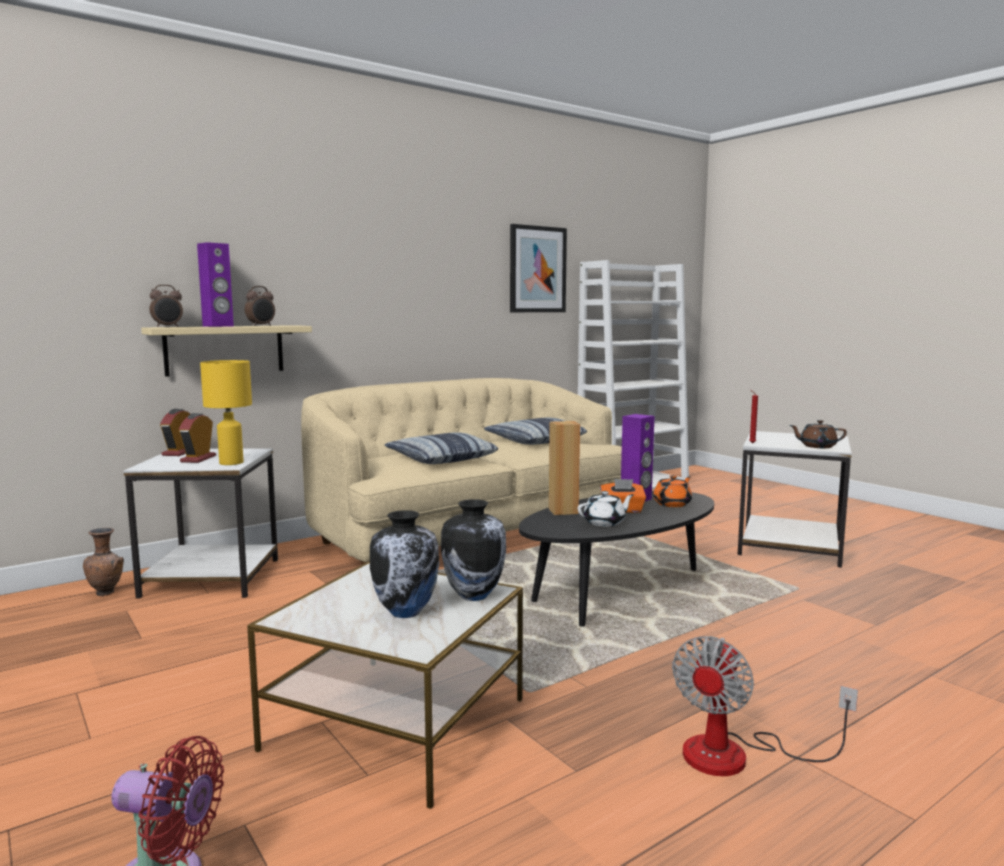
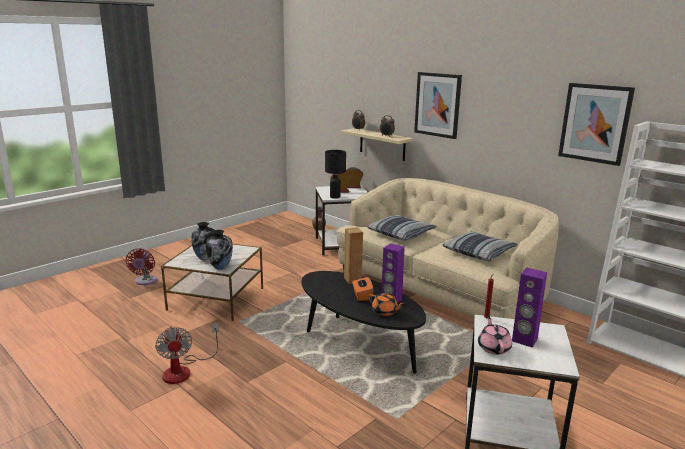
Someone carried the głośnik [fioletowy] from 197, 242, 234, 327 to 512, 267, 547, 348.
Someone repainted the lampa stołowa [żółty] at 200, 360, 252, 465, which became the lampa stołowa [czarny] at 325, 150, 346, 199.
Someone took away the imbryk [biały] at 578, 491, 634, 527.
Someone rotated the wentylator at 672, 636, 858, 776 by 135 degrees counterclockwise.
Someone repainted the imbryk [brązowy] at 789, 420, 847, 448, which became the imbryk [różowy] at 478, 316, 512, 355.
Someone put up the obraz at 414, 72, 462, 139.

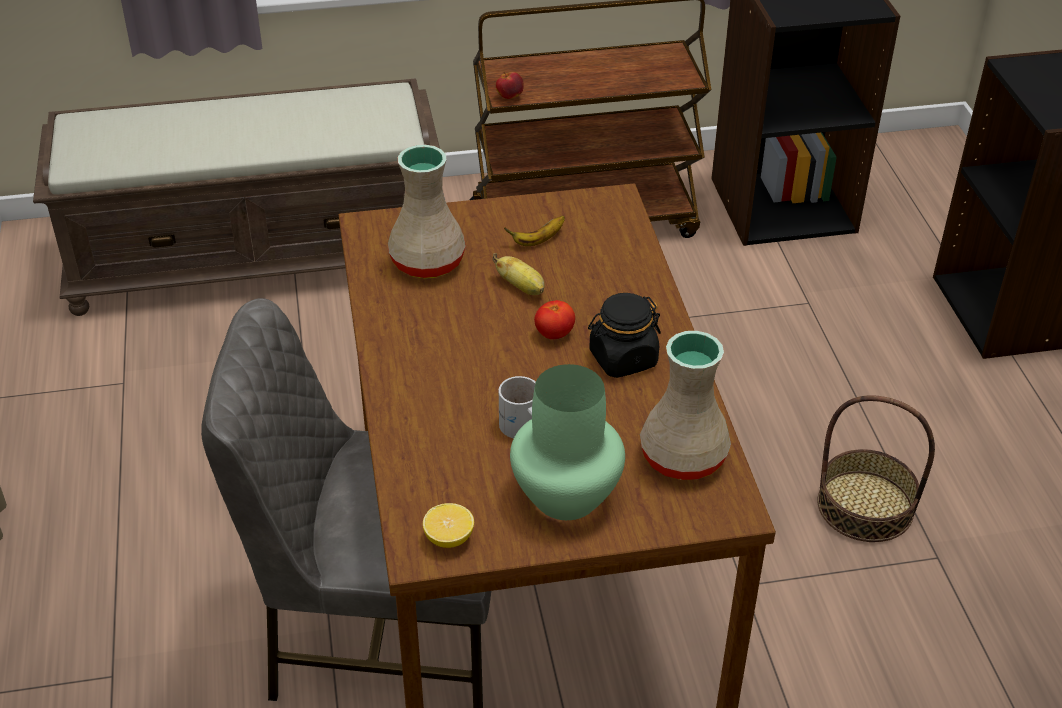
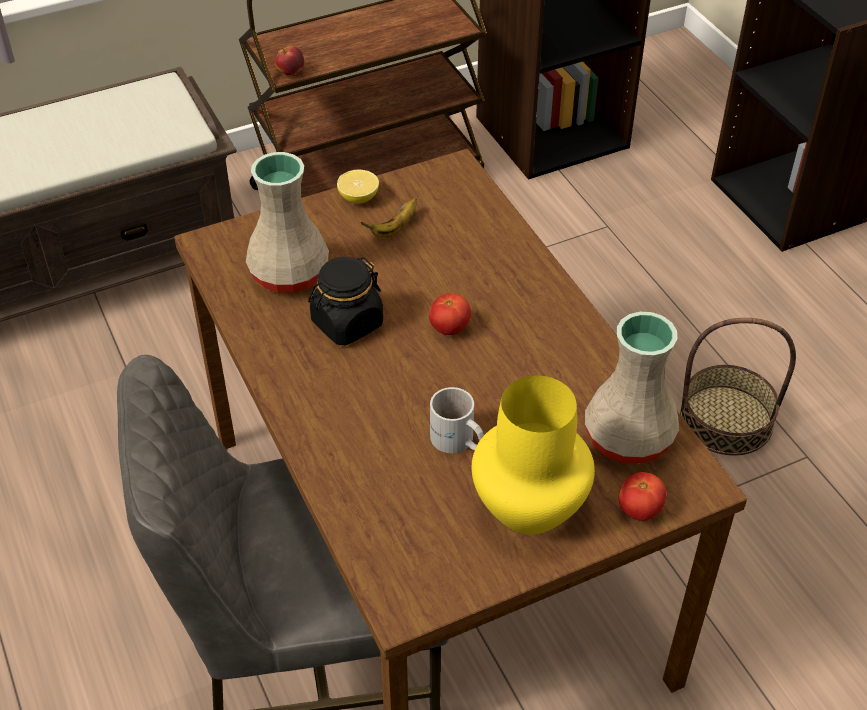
Someone carried the cytryna from 423, 503, 474, 548 to 337, 170, 379, 204.
Someone took away the banan at 492, 253, 545, 295.
Someone repainted the wazon [zielony] at 510, 364, 625, 520, which became the wazon [żółty] at 472, 376, 595, 534.
Someone carried the słoik [czarny] from 588, 293, 661, 378 to 308, 257, 383, 345.
Someone put down the pomidor at 619, 472, 667, 521.

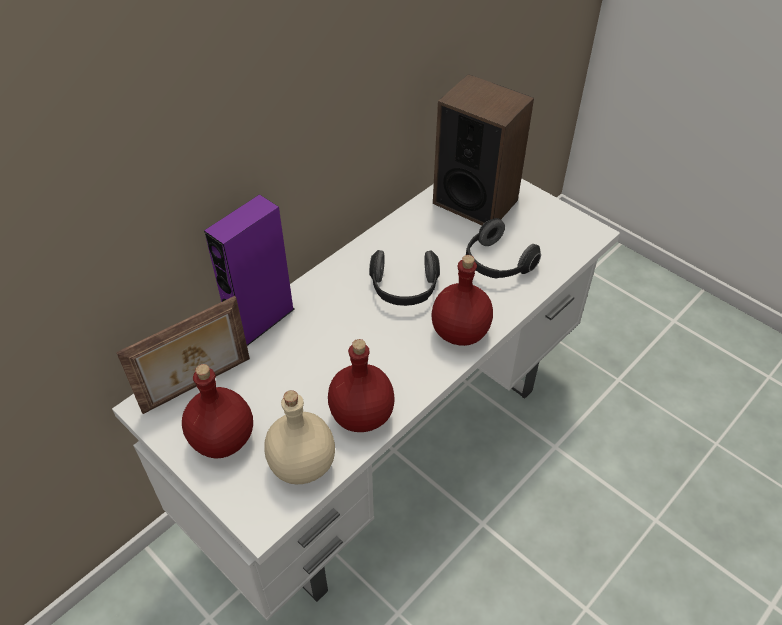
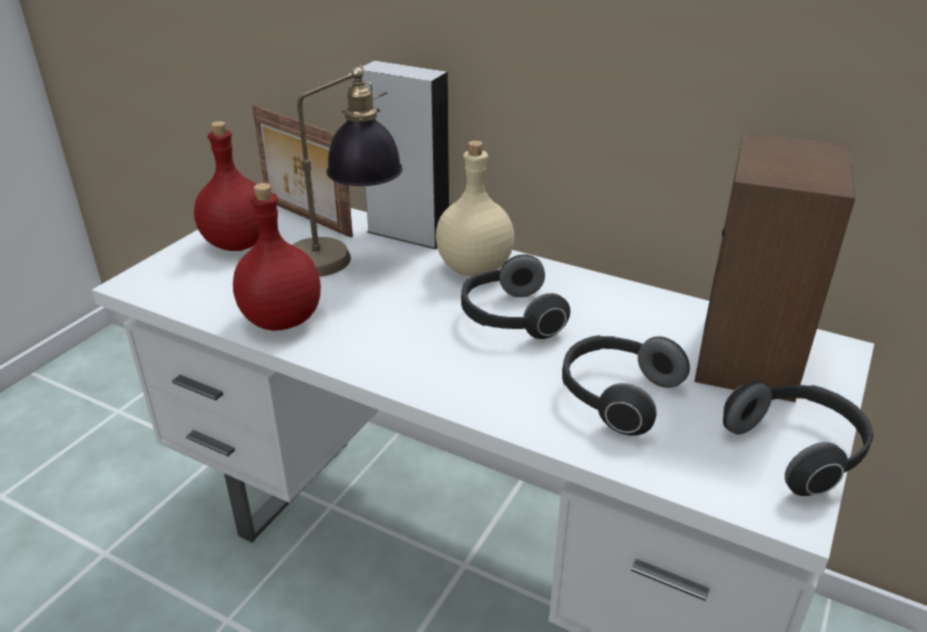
Someone repainted the głośnik [fioletowy] at 204, 194, 295, 346, which became the głośnik [szary] at 362, 61, 449, 250.
Someone carried the butelka [beżowy] from 264, 390, 335, 484 to 436, 140, 514, 277.
Someone took away the butelka [czerwony] at 431, 255, 493, 346.
Someone put down the lampa stołowa at 292, 65, 403, 277.
Someone put down the słuchawki at 723, 381, 873, 496.

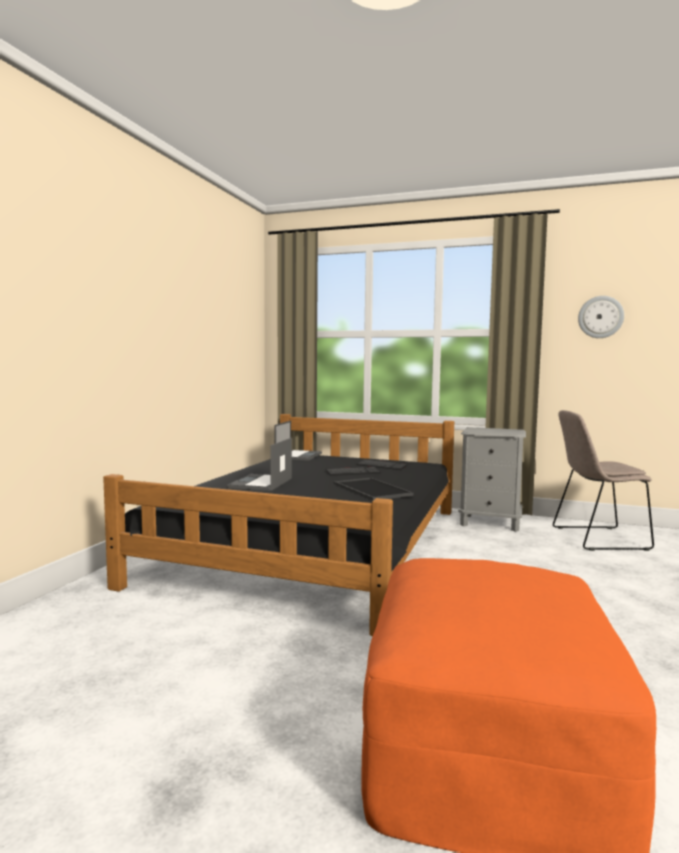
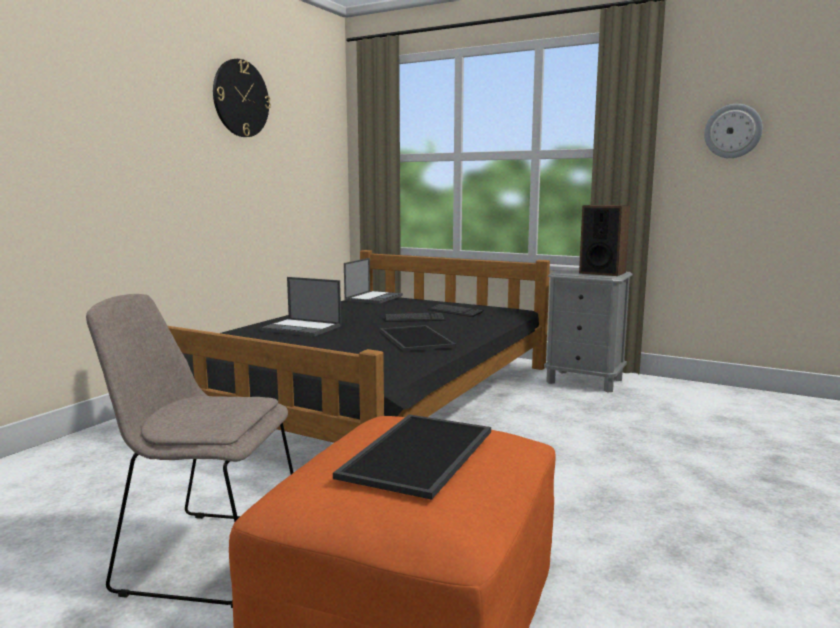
Someone rotated the laptop at 227, 438, 292, 491 by 90 degrees counterclockwise.
Someone carried the krzesło [beżowy] from 553, 410, 654, 551 to 86, 294, 294, 608.
Someone put up the zegar ścienny at 213, 59, 271, 137.
Someone put down the taca at 333, 415, 491, 500.
Someone put down the głośnik at 579, 205, 630, 276.

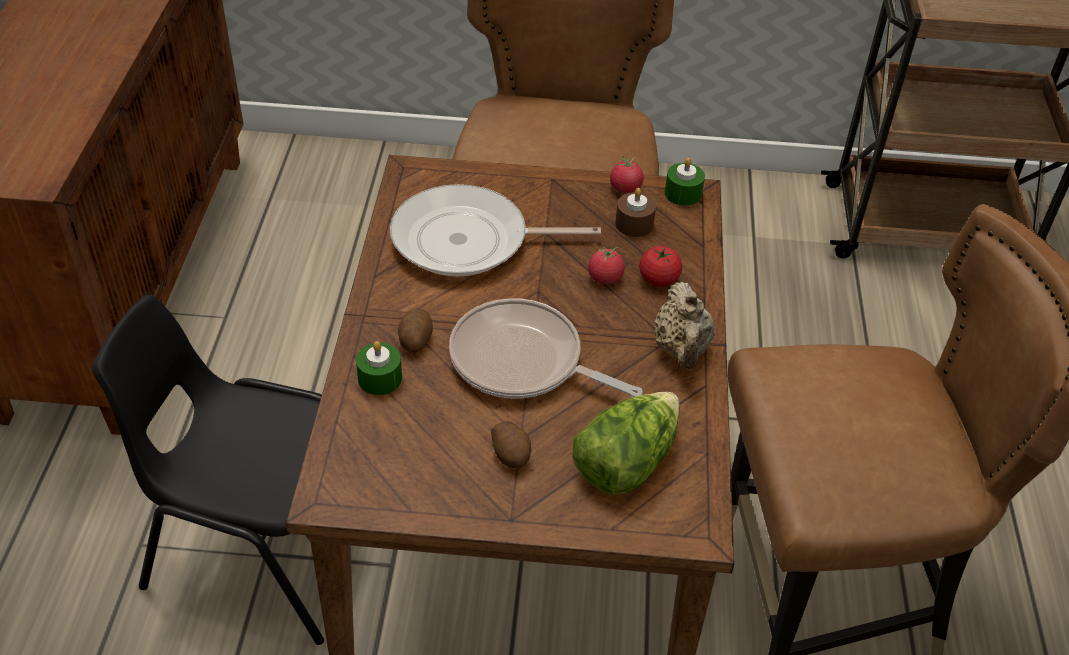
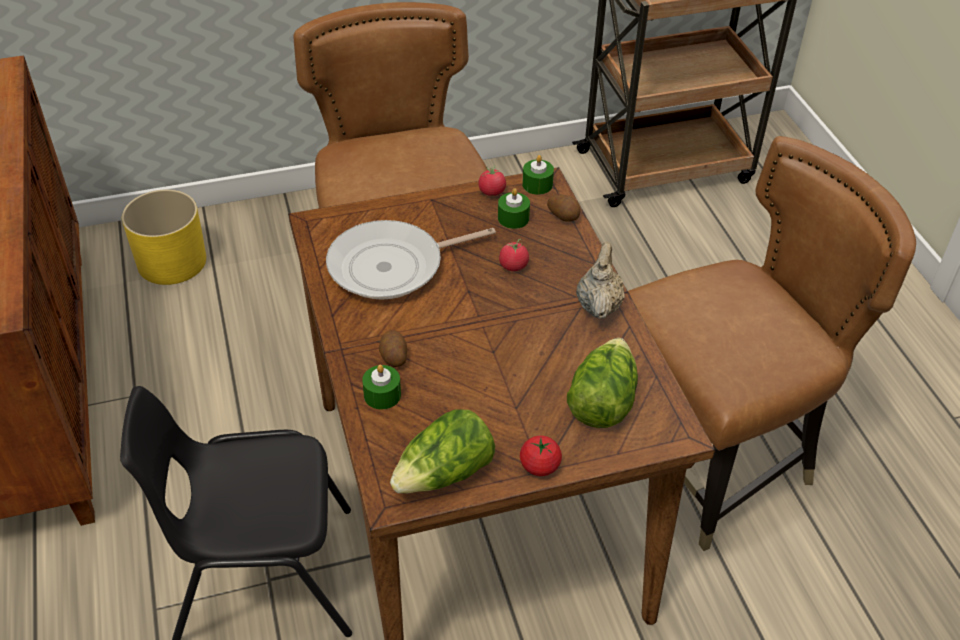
Someone took away the patelnia at 449, 298, 643, 399.
Someone carried the ziemniak from 491, 421, 531, 468 to 547, 194, 580, 222.
Someone repainted the świeca [brązowy] at 615, 188, 656, 237, which became the świeca [zielony] at 498, 188, 530, 229.
Someone carried the pomidor from 639, 246, 682, 287 to 520, 436, 562, 476.
Someone rotated the imbryk [beżowy] at 654, 282, 715, 369 by 150 degrees counterclockwise.
Someone put down the donica [żółty] at 122, 189, 206, 285.
Someone put down the sałata at 390, 409, 495, 494.

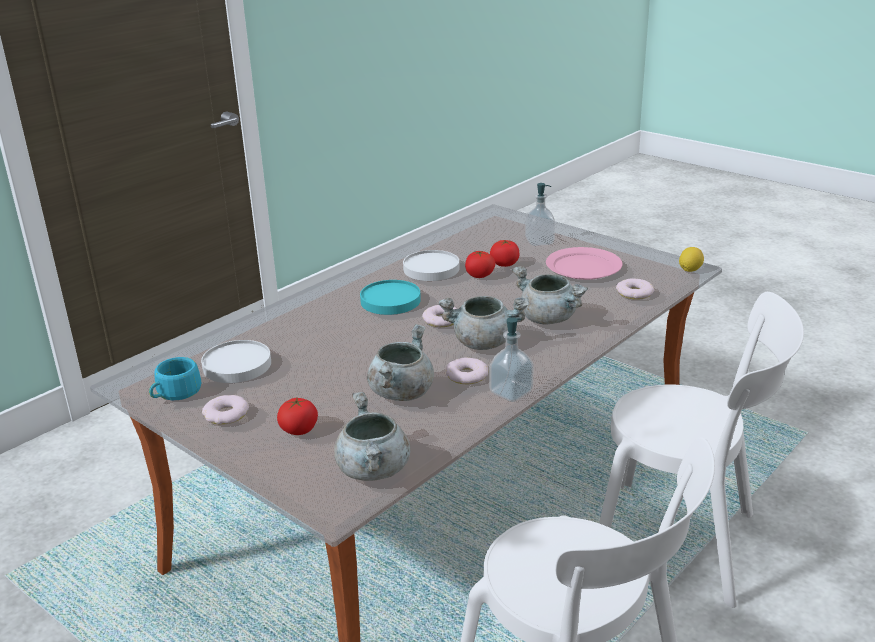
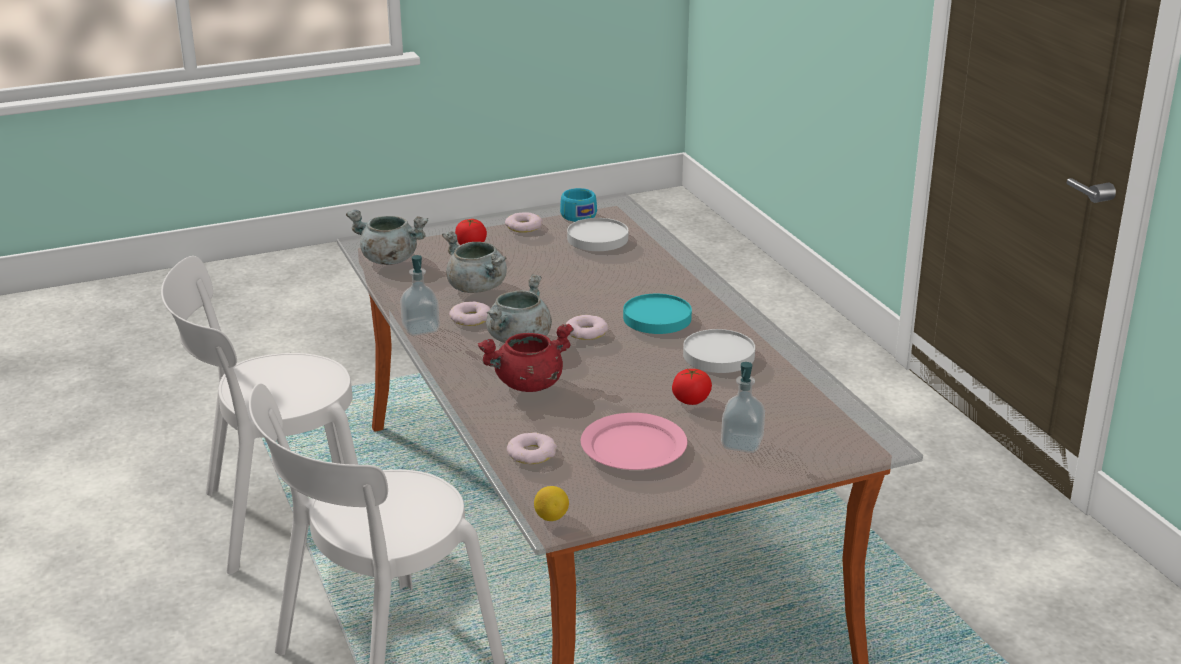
Someone took away the pomidor at 465, 251, 495, 278.
Someone repainted the garnek [szary] at 512, 266, 588, 325, which became the garnek [czerwony] at 477, 323, 574, 392.

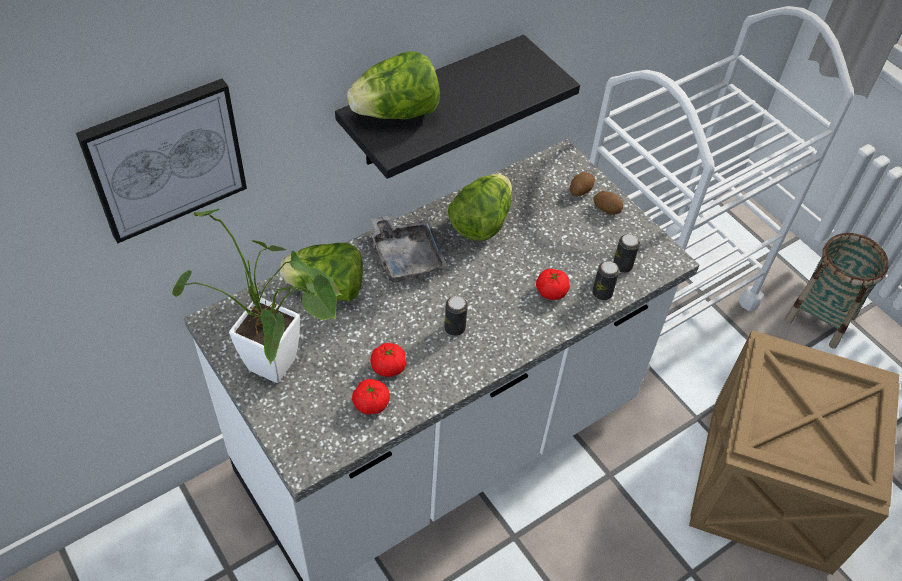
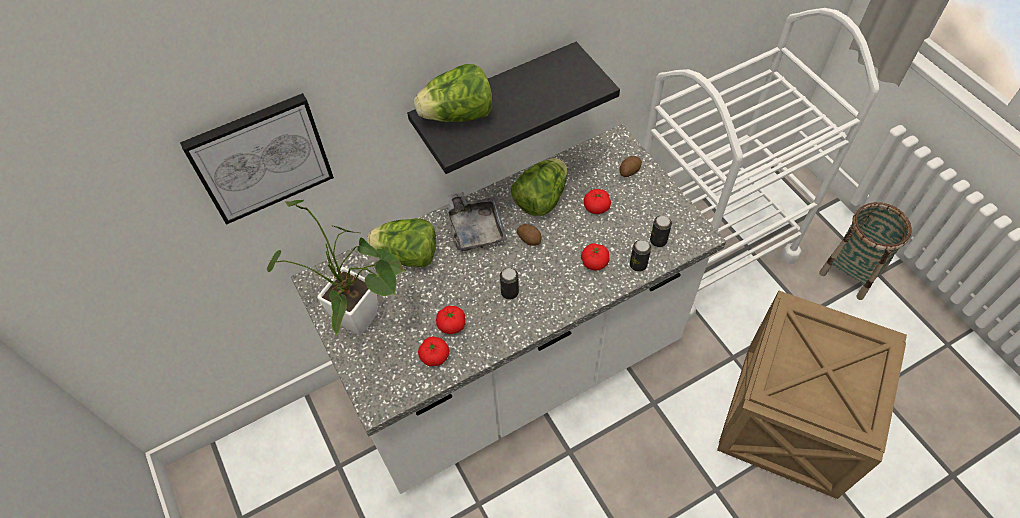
Someone carried the ziemniak from 593, 191, 623, 215 to 517, 224, 542, 246.
Someone put down the pomidor at 584, 189, 611, 214.

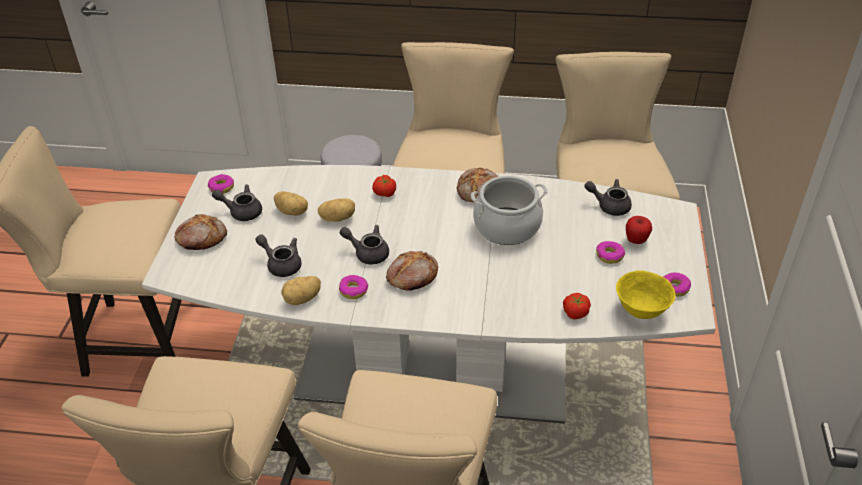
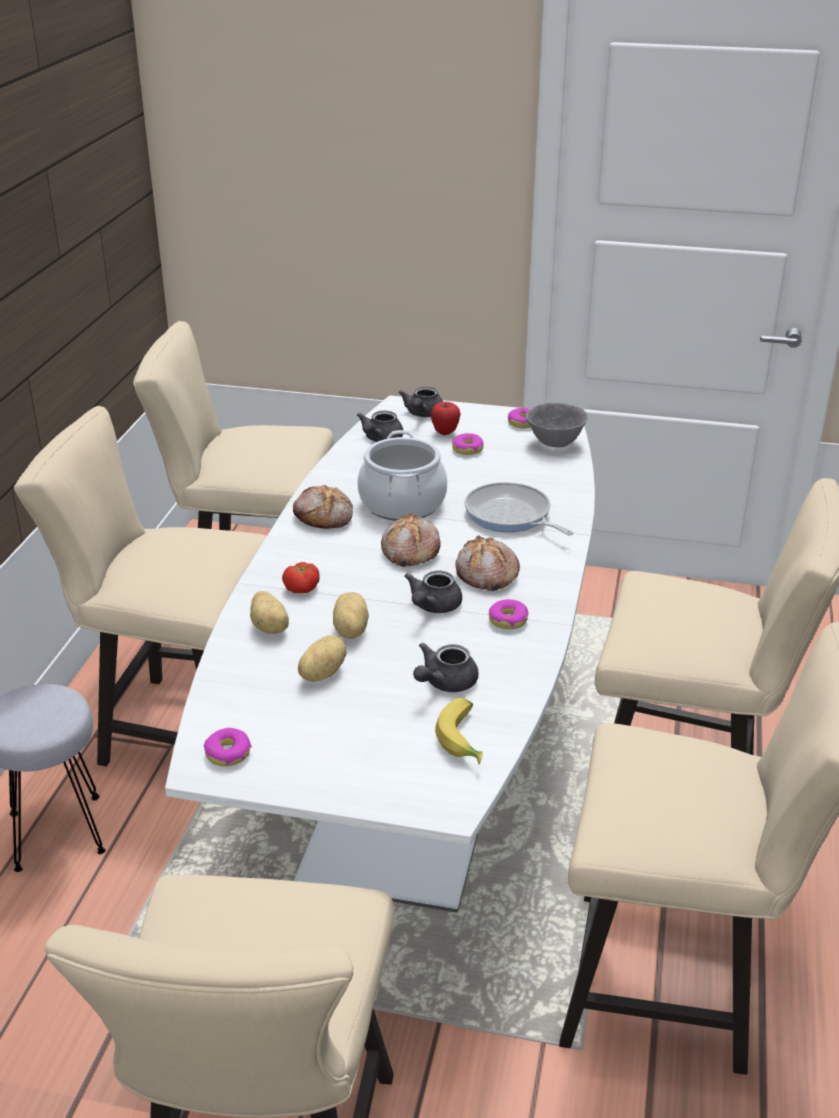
Someone carried the chleb from 175, 214, 227, 250 to 381, 513, 441, 567.
Someone carried the imbryk [szary] from 212, 184, 262, 221 to 399, 387, 443, 417.
Someone carried the ziemniak from 282, 276, 321, 305 to 250, 591, 289, 634.
Someone took away the pomidor at 563, 293, 591, 319.
Someone repainted the miska [żółty] at 616, 270, 676, 319, which became the miska [szary] at 526, 403, 588, 447.
Someone put down the banan at 435, 698, 482, 764.
Someone put down the patelnia at 464, 482, 573, 535.

